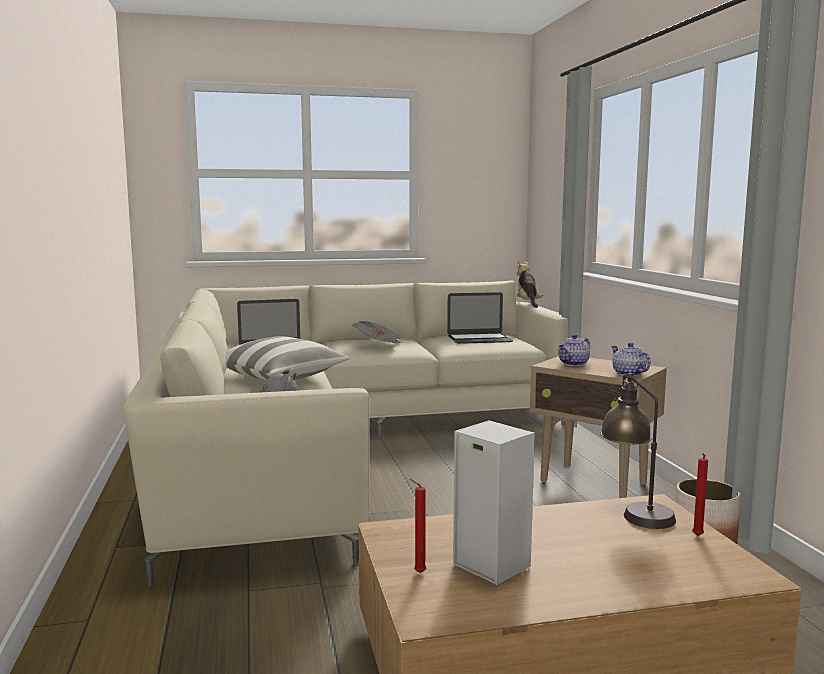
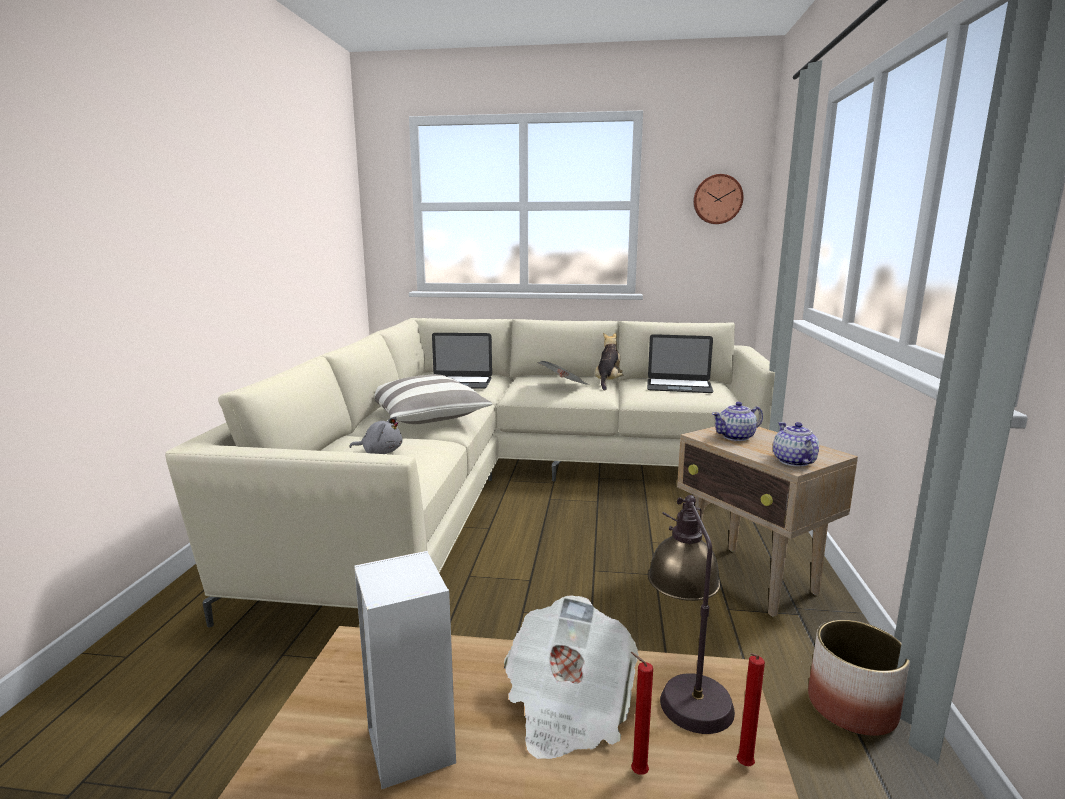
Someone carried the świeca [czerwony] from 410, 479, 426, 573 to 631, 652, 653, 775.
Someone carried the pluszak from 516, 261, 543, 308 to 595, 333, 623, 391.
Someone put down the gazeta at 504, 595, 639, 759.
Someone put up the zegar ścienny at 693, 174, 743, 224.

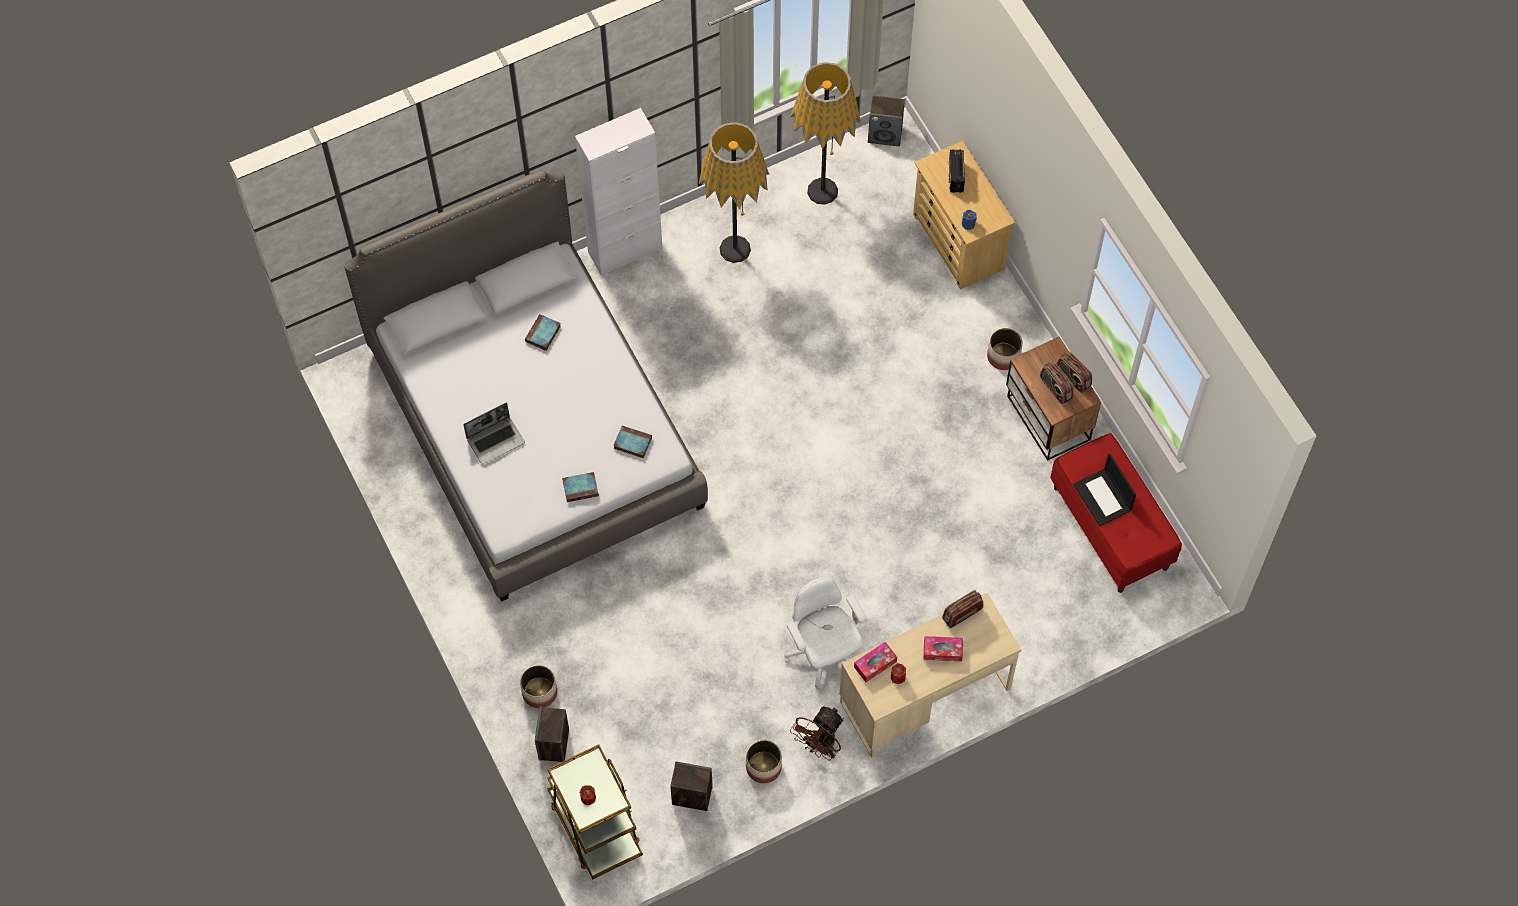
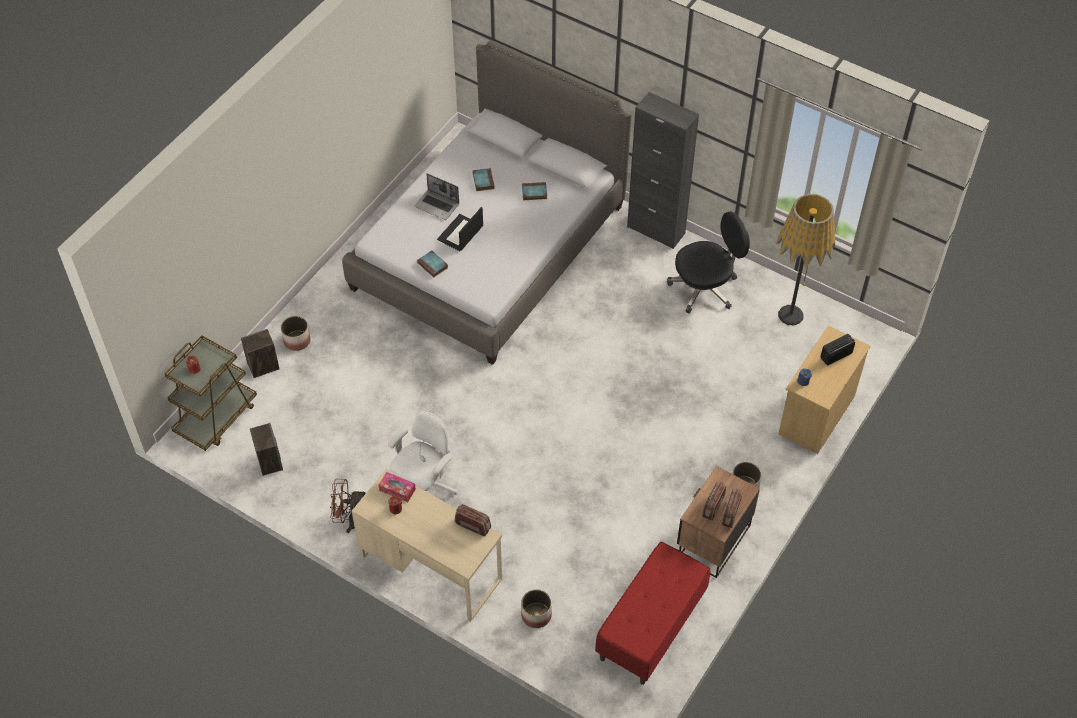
Someone repainted the szafka [biały] at 575, 108, 663, 276, which became the szafka [czarny] at 627, 92, 699, 249.
Someone carried the książka from 613, 426, 652, 458 to 473, 168, 495, 191.
Someone swapped the lampa stojąca at 699, 122, 769, 263 for the krzesło biurowe [czarny] at 667, 212, 750, 314.
Someone carried the donica from 746, 740, 782, 783 to 521, 589, 552, 628.
Someone took away the głośnik at 868, 96, 905, 146.
Someone took away the pudełko chusteczek at 924, 636, 963, 661.
Someone carried the laptop from 1073, 453, 1136, 526 to 437, 207, 483, 251.

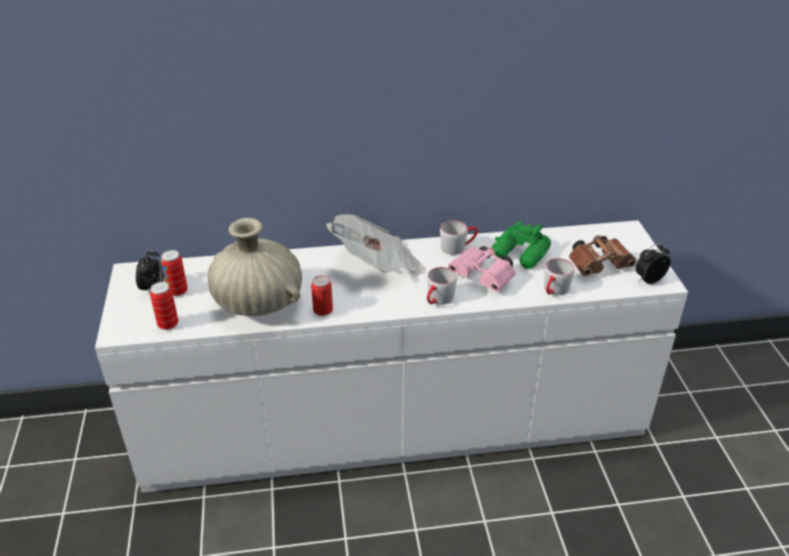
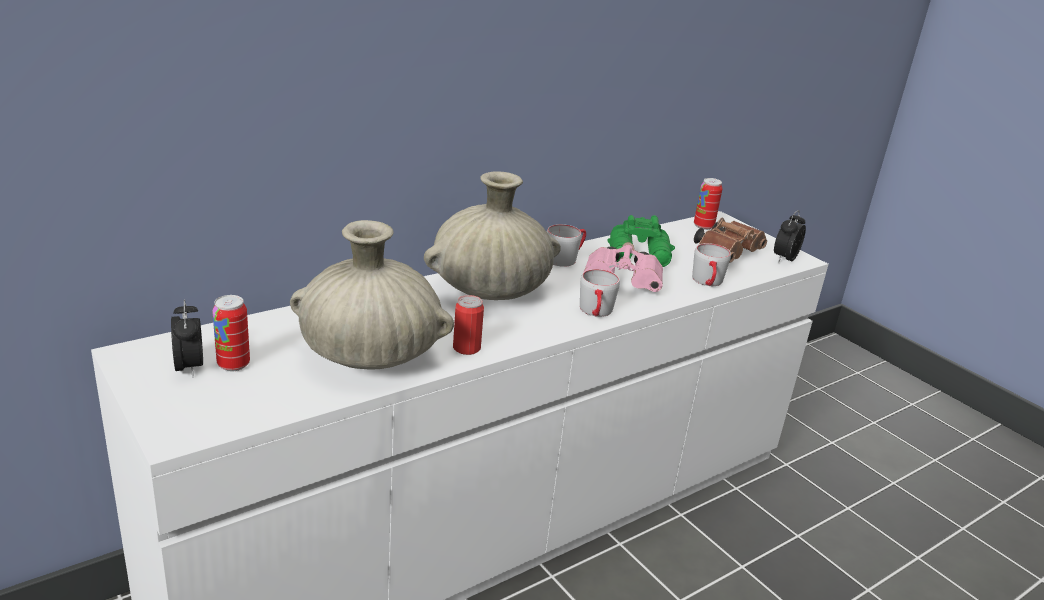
Someone carried the puszka from 150, 282, 178, 330 to 694, 178, 723, 230.
Someone swapped the gazeta at 326, 214, 425, 274 for the wazon [beżowy] at 424, 171, 561, 300.

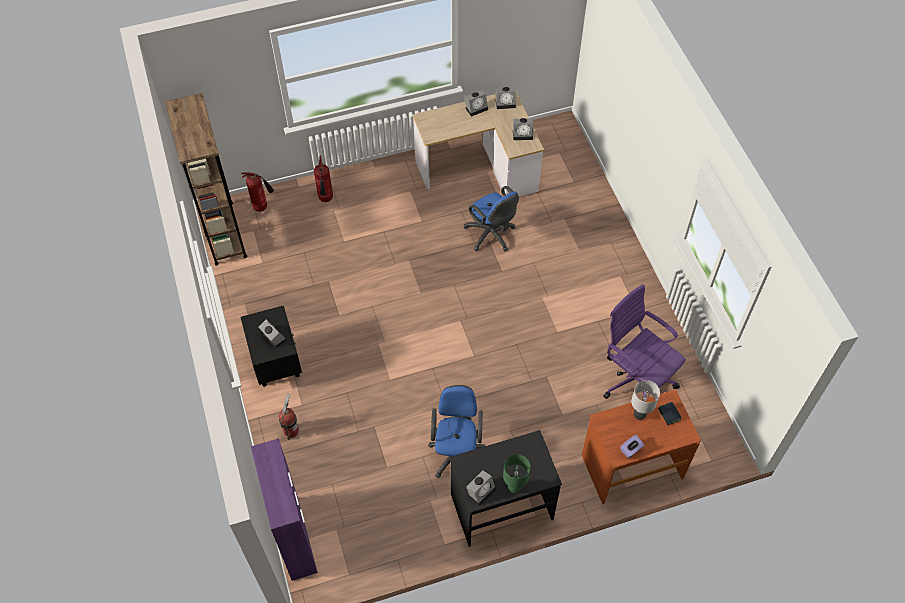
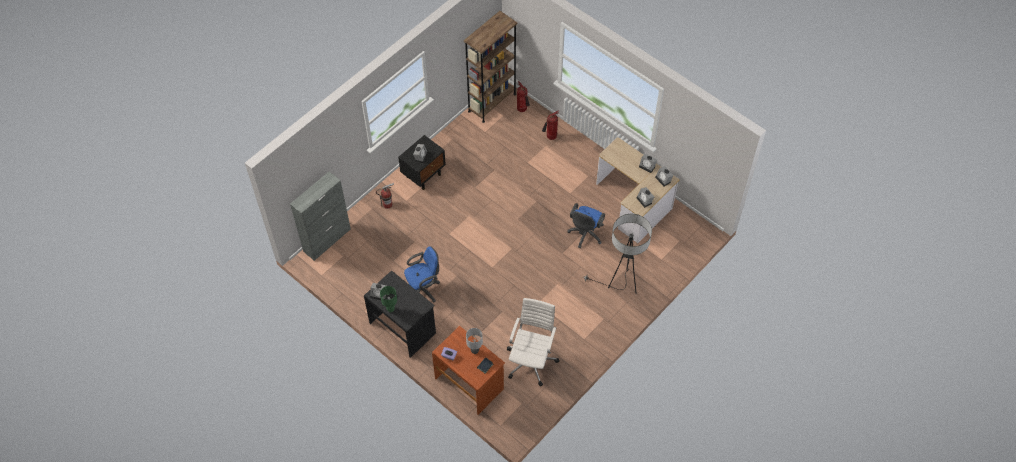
Someone repainted the szafka [fioletowy] at 251, 438, 318, 581, which became the szafka [szary] at 290, 172, 351, 261.
Someone repainted the krzesło biurowe [fioletowy] at 603, 284, 686, 399, which became the krzesło biurowe [biały] at 507, 298, 560, 386.
Someone put down the lampa stojąca at 583, 214, 652, 294.

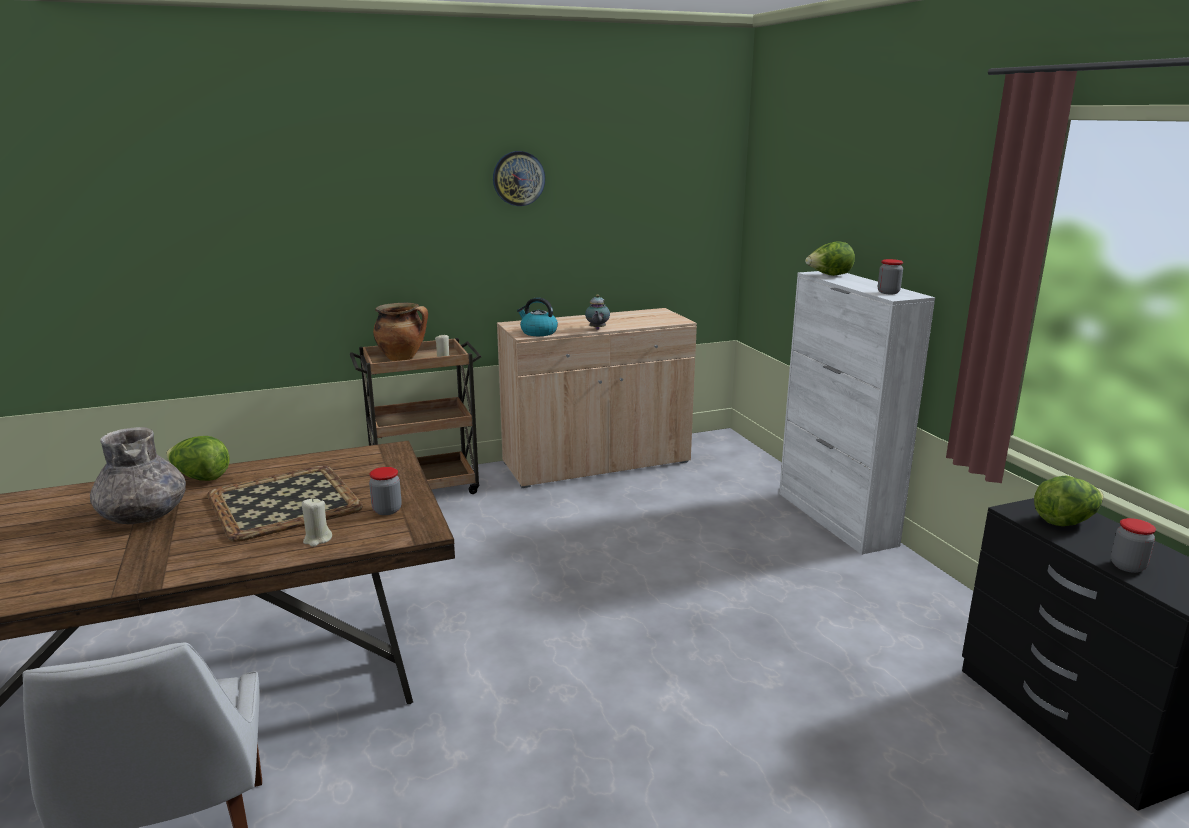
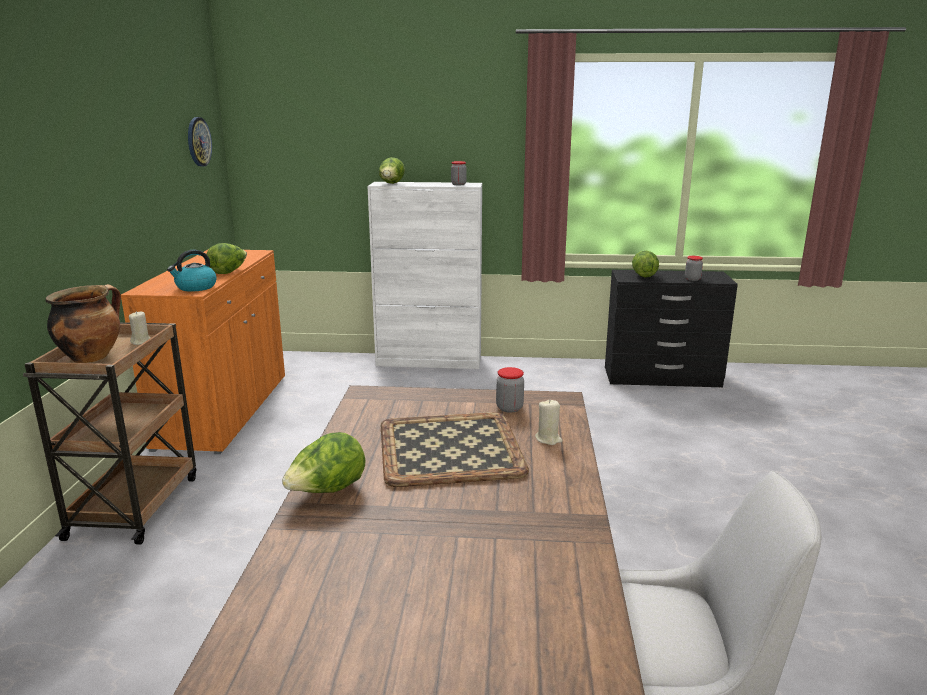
Someone took away the wazon [szary] at 90, 427, 186, 524.
Someone carried the zegar ścienny from 493, 151, 545, 206 to 188, 117, 212, 167.
Someone repainted the szafka [beżowy] at 497, 308, 697, 488, which became the szafka [pomarańczowy] at 121, 250, 285, 454.
Someone swapped the imbryk at 585, 294, 610, 330 for the sałata at 206, 243, 247, 274.

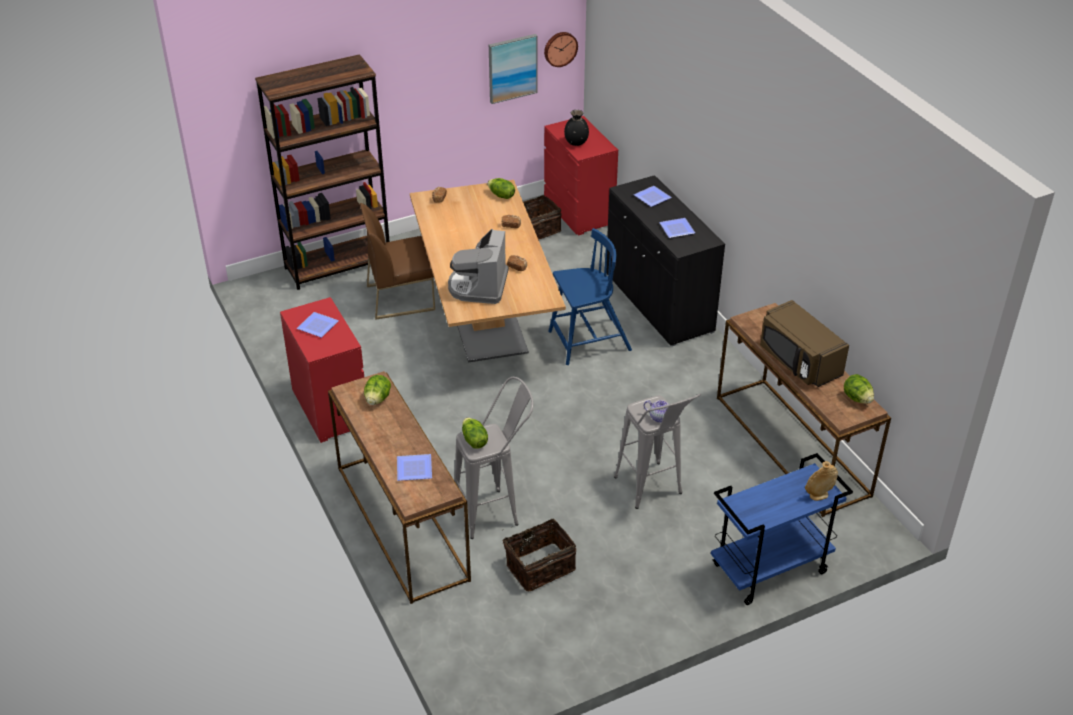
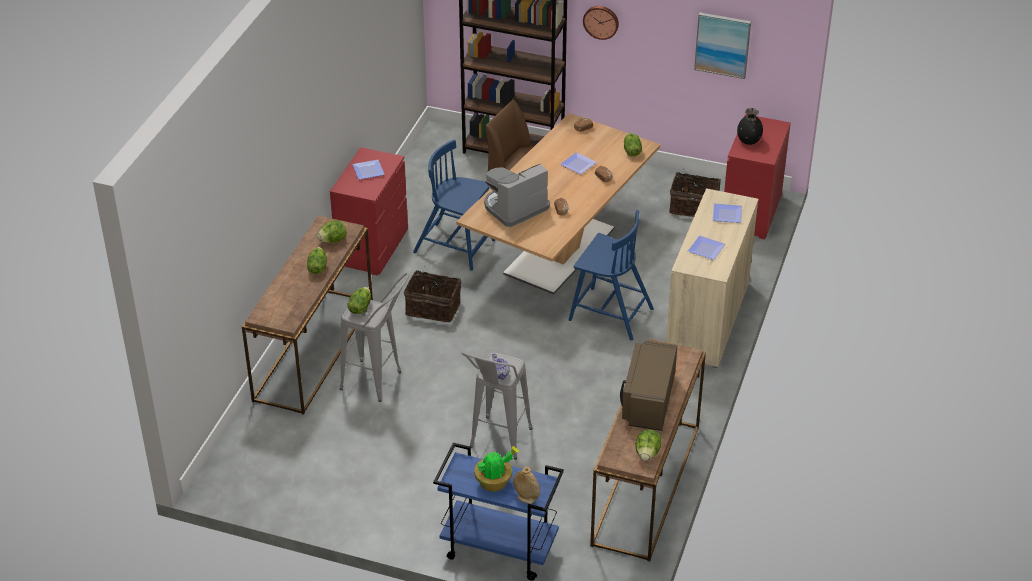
Someone carried the talerz from 397, 454, 432, 481 to 560, 152, 597, 174.
Someone carried the koszyk from 502, 519, 576, 591 to 404, 266, 461, 322.
Someone carried the zegar ścienny from 544, 32, 578, 67 to 583, 6, 619, 40.
Someone repainted the szafka [czarny] at 606, 175, 725, 346, which became the szafka [beżowy] at 666, 188, 758, 368.
Someone put down the sałata at 307, 247, 327, 274.
Someone put down the krzesło [niebieski] at 413, 140, 495, 271.
Someone put down the roślina doniczkowa at 474, 446, 519, 492.

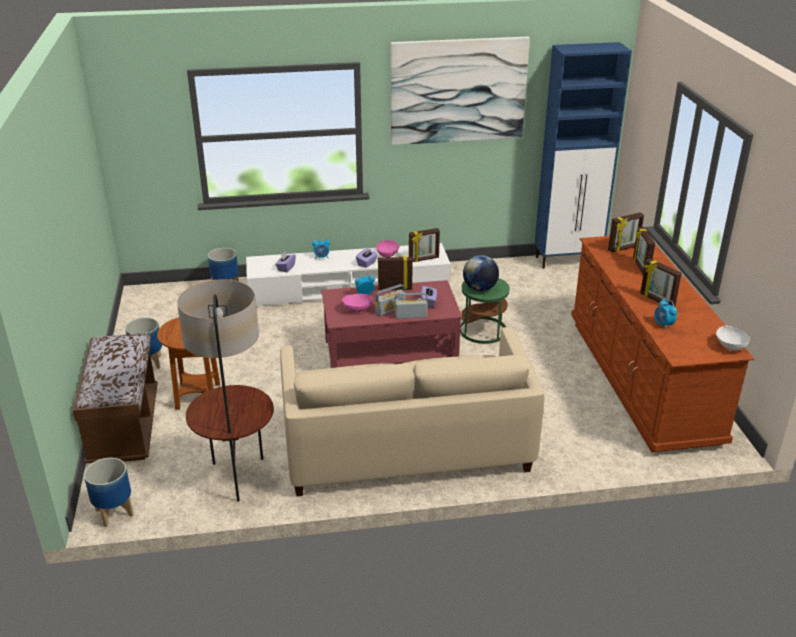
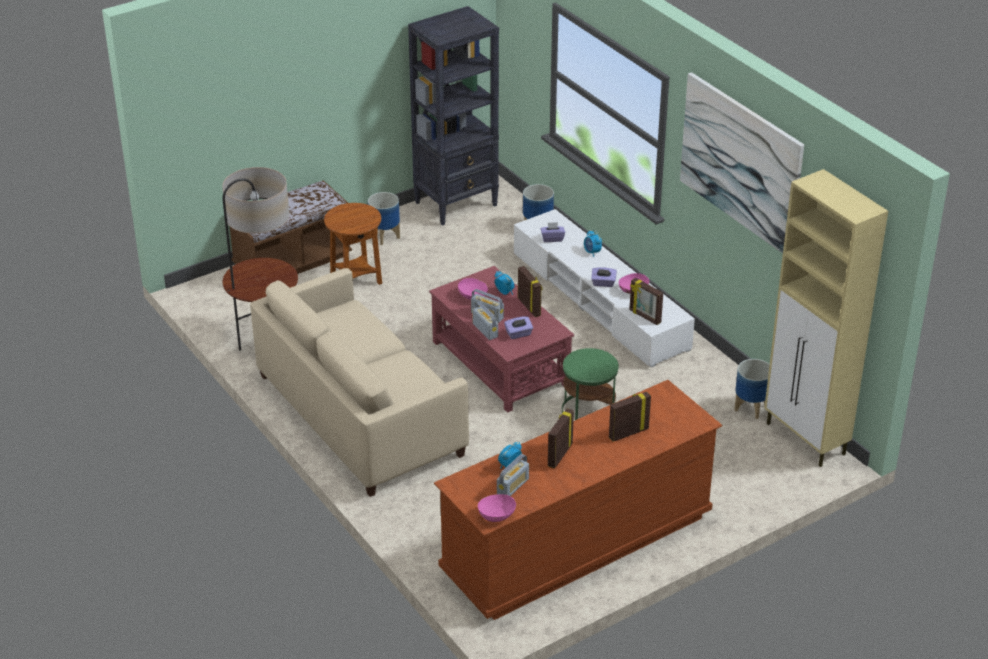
Someone carried the donica from 84, 458, 134, 527 to 734, 359, 770, 419.
Someone took away the globus at 463, 255, 499, 291.
Someone repainted the szafka [niebieski] at 535, 42, 632, 269, which became the szafka [beżowy] at 764, 169, 888, 467.
Someone took away the ramka na zdjęcie at 608, 212, 644, 252.
Someone repainted the miska [biały] at 716, 326, 750, 351, which became the miska [różowy] at 478, 494, 516, 522.
Someone put down the regał [czarny] at 408, 6, 499, 226.
Someone put down the radio at 497, 454, 529, 496.

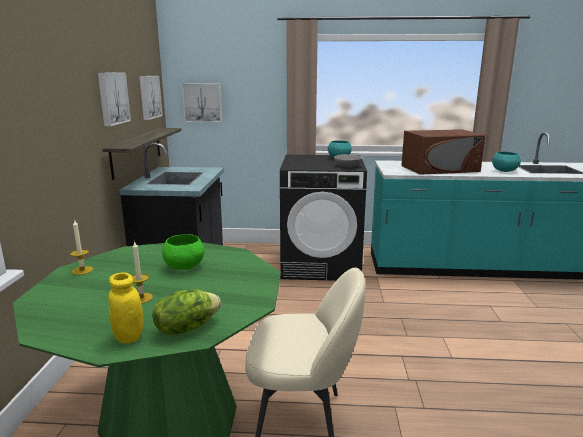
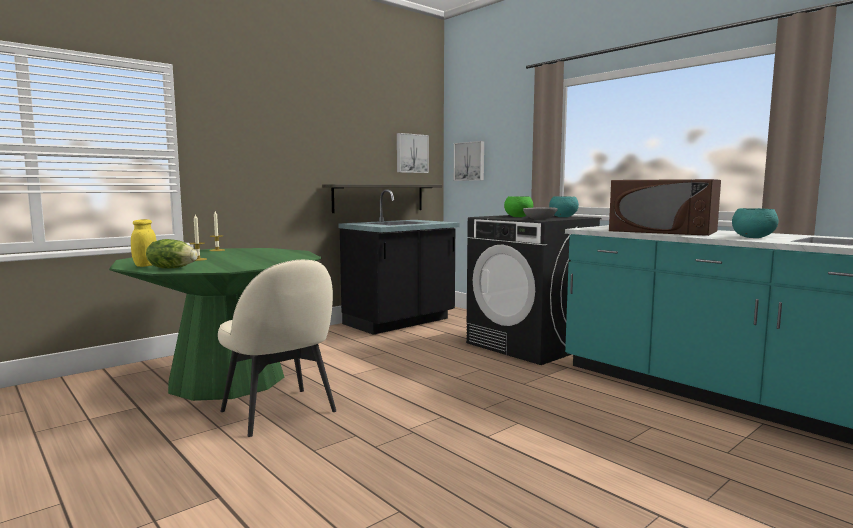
Someone took away the obraz at 98, 73, 131, 126.
Someone carried the miska [zielony] from 162, 234, 204, 270 to 504, 196, 533, 217.

